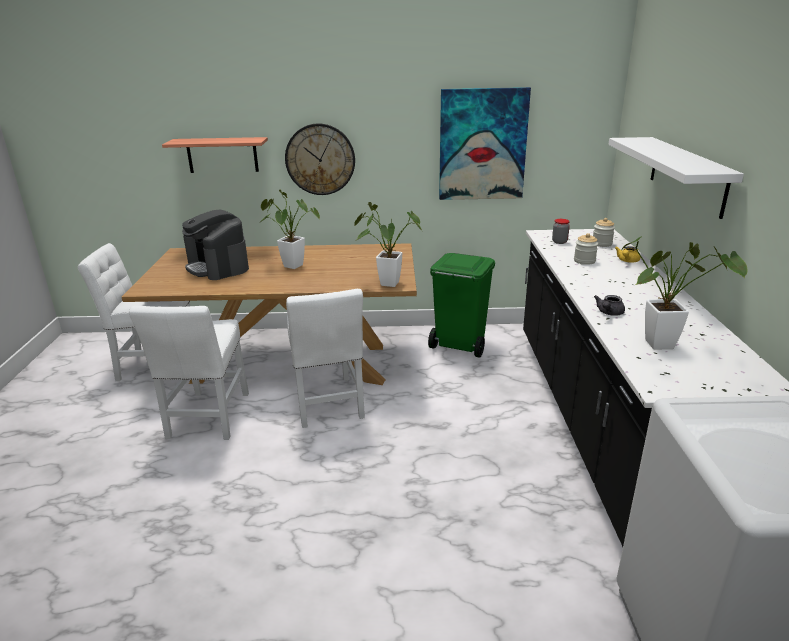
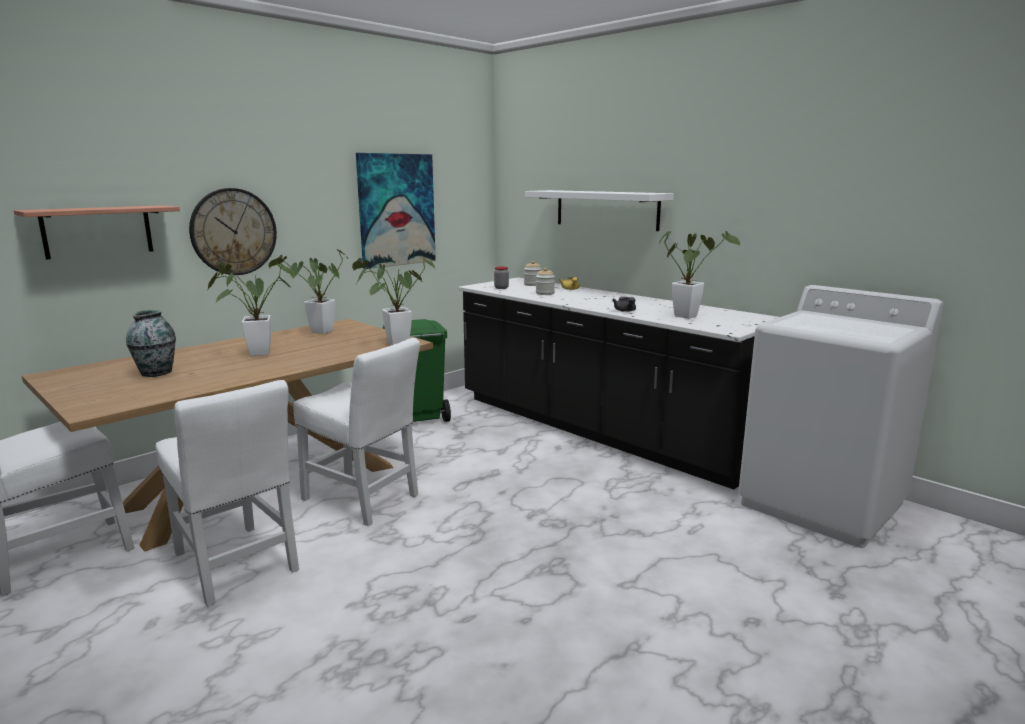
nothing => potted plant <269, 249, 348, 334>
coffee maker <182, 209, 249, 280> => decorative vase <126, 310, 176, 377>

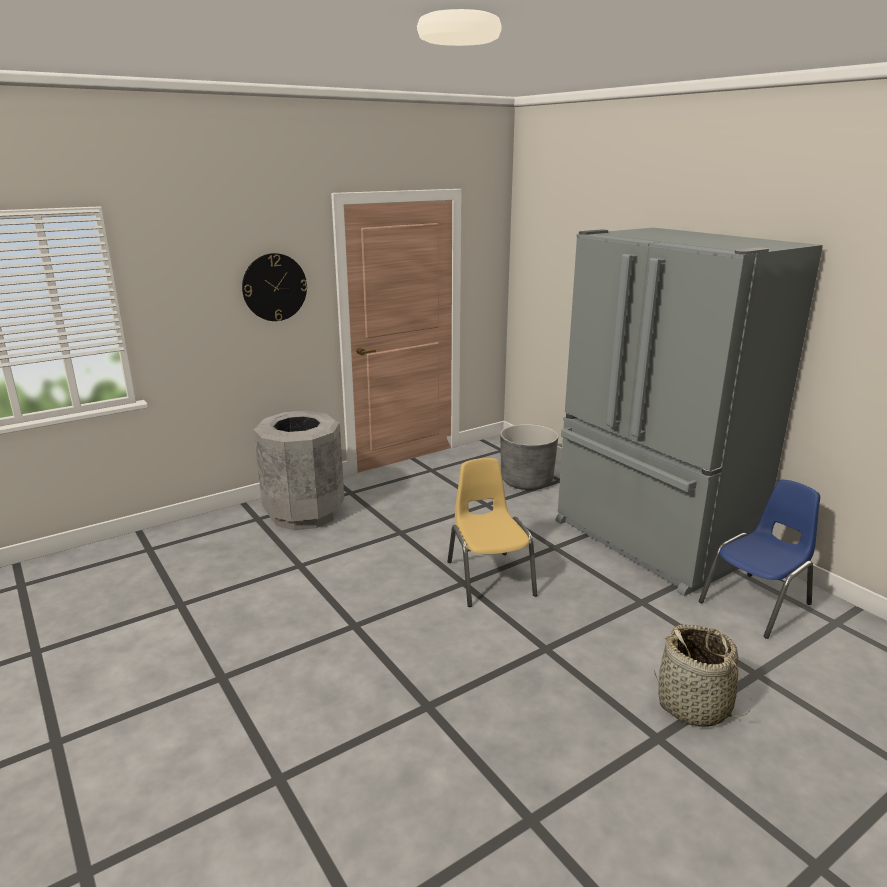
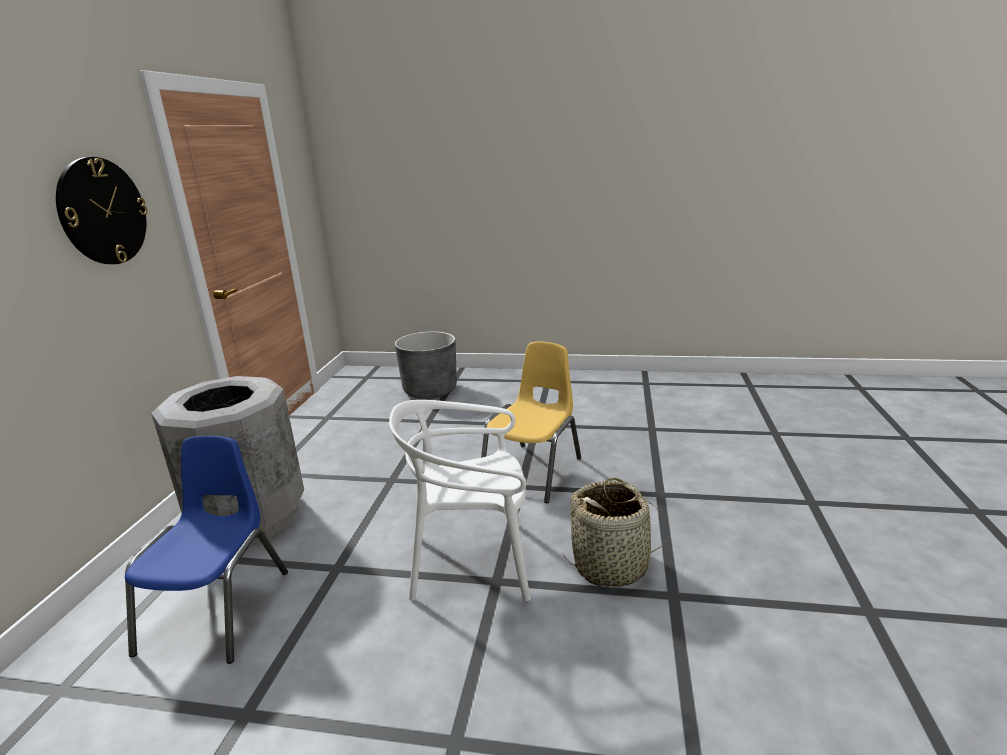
kitchen fridge/greyish <556, 228, 823, 596> => nothing
nothing => plain chair/whitish <389, 400, 531, 601>
basket <654, 624, 750, 727> => basket <562, 478, 669, 587>, relocated
plain chair/bluish <699, 480, 820, 639> => plain chair/bluish <125, 436, 288, 664>, relocated
plain chair/yellow-coloured <448, 458, 537, 607> => plain chair/yellow-coloured <481, 342, 581, 503>, 90 degrees clockwise

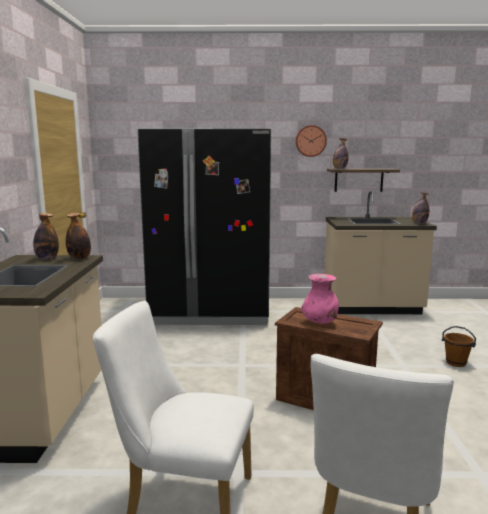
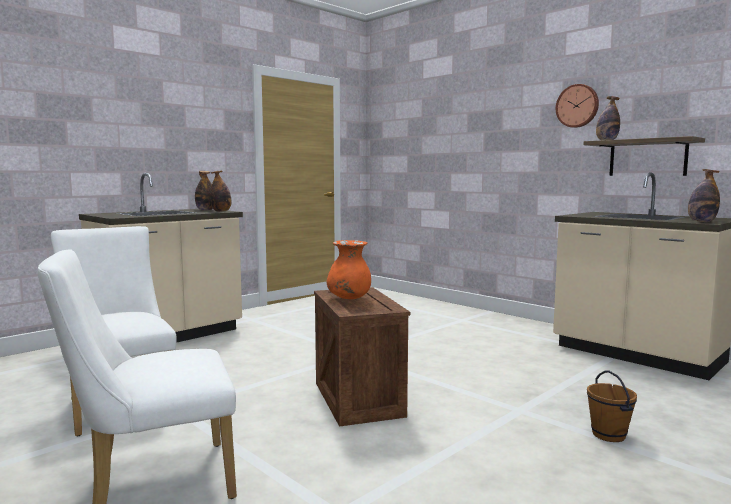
kitchen fridge/blackish <138, 129, 271, 325> => nothing
decorative vase/pinkish <301, 274, 339, 324> => decorative vase/orange <327, 240, 371, 299>

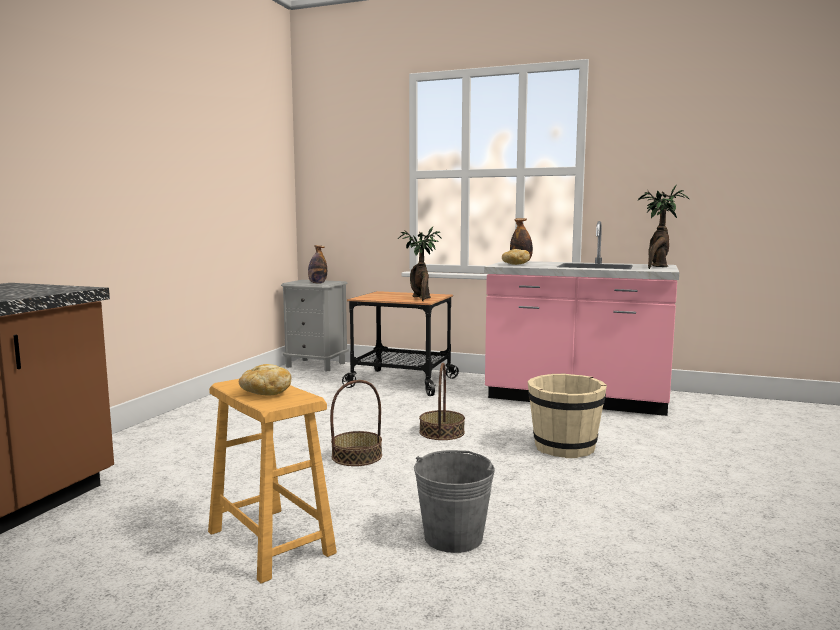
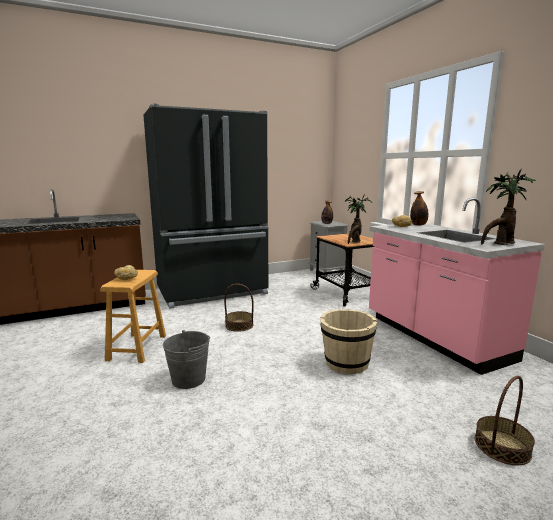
nothing => kitchen fridge/blackish <143, 104, 269, 309>
basket <419, 363, 465, 440> => basket <475, 376, 535, 466>, relocated

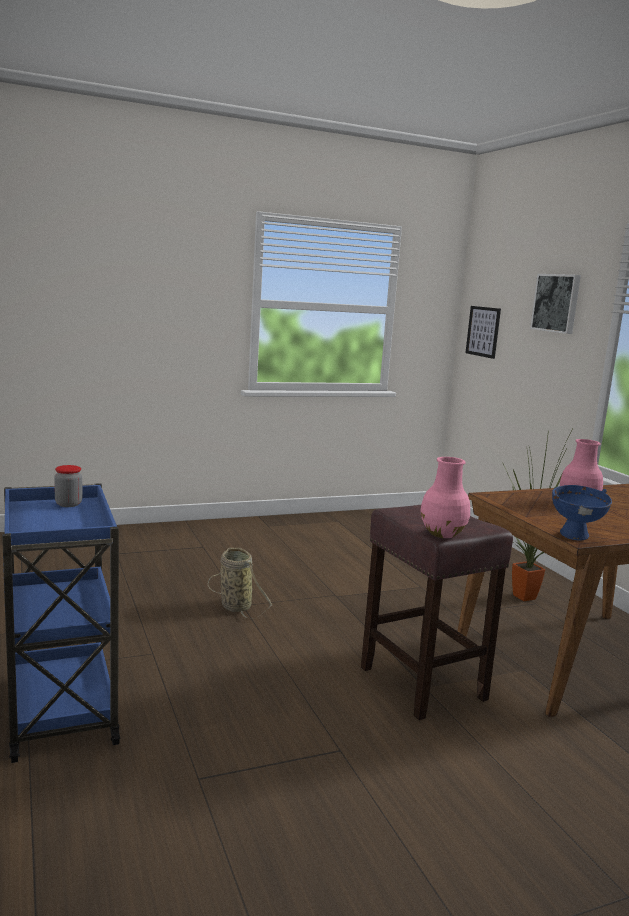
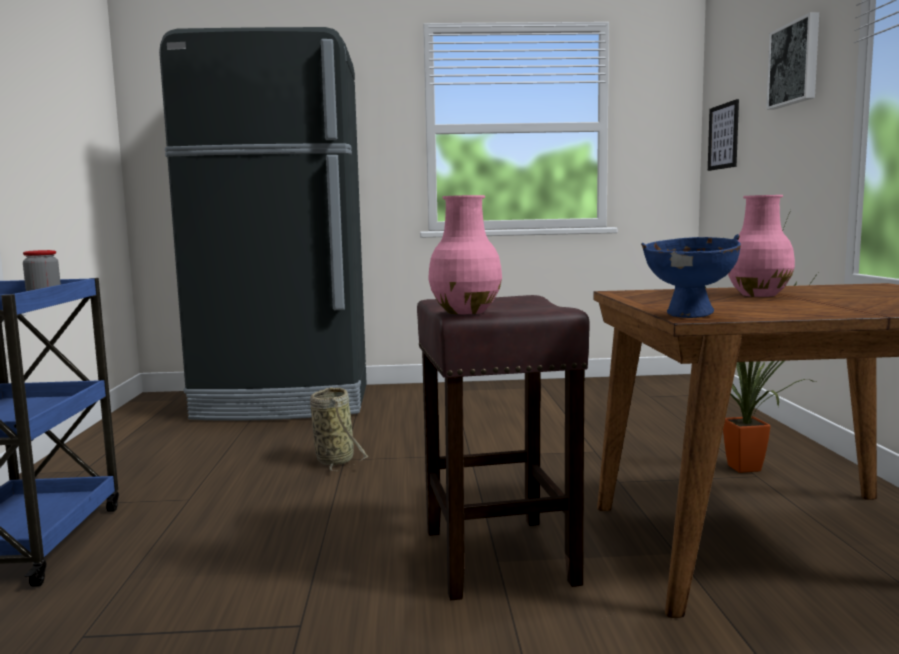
nothing => kitchen fridge/blackish <159, 27, 367, 420>

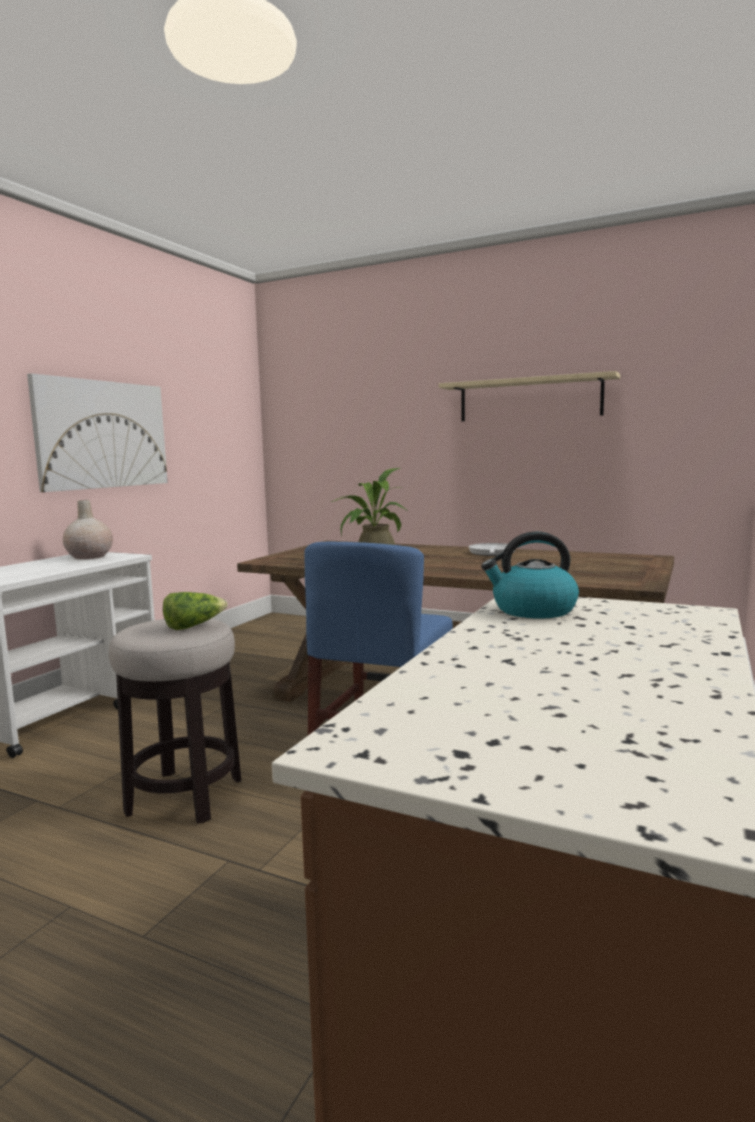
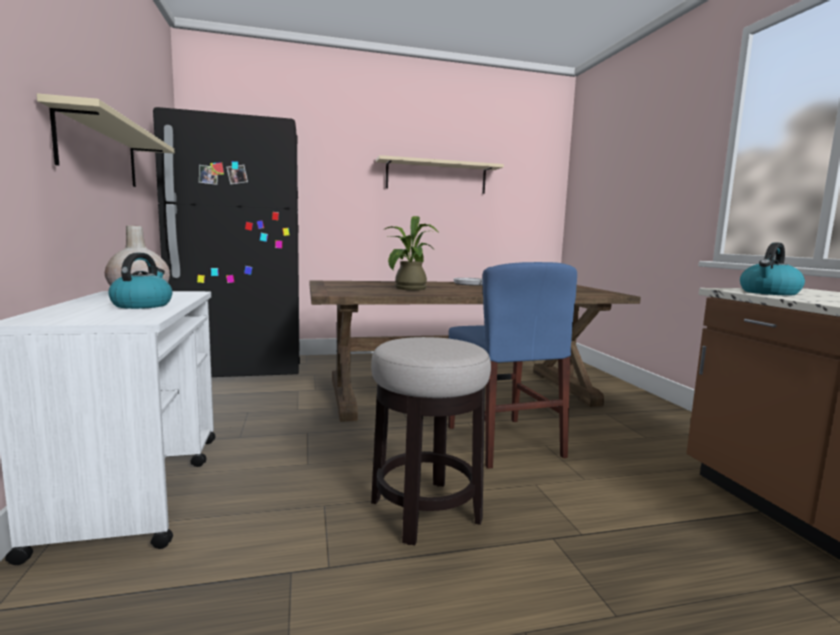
head of lettuce <163, 592, 227, 630> => nothing
nothing => tea kettle <108, 252, 172, 309>
nothing => kitchen fridge/blackish <153, 107, 300, 377>
wall picture <27, 373, 168, 492> => wall shelf/beige <36, 93, 174, 187>

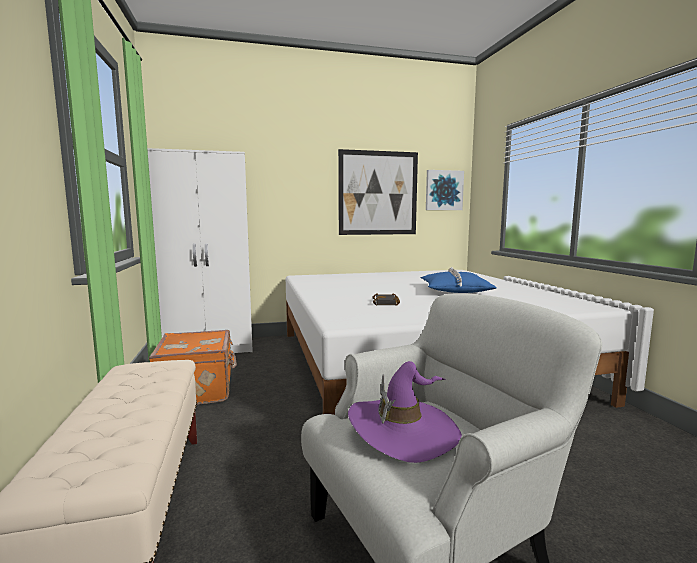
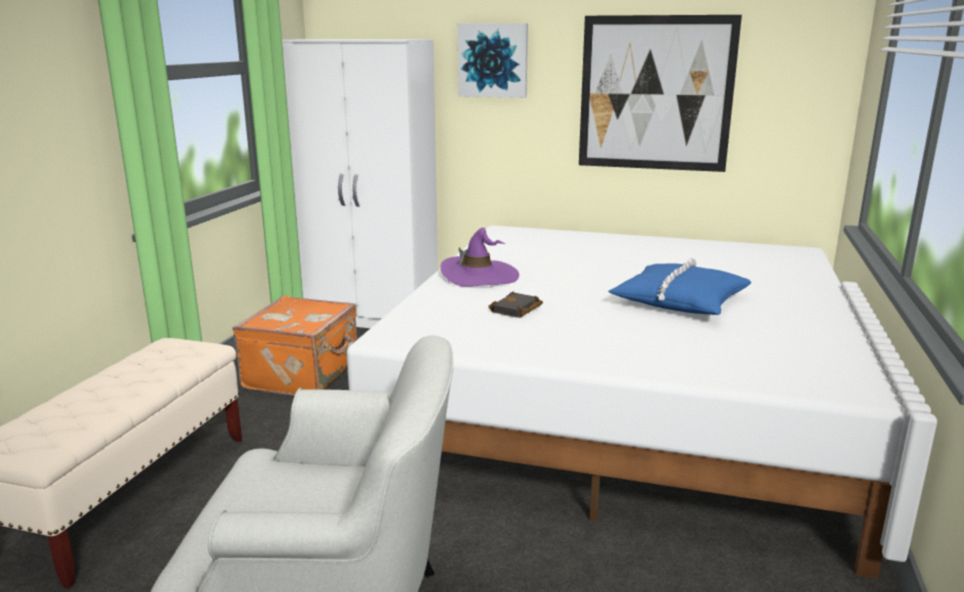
clothing hat/purple <348, 361, 462, 463> => clothing hat/purple <441, 228, 519, 287>, relocated
wall picture <426, 170, 464, 210> => wall picture <458, 23, 528, 98>, relocated

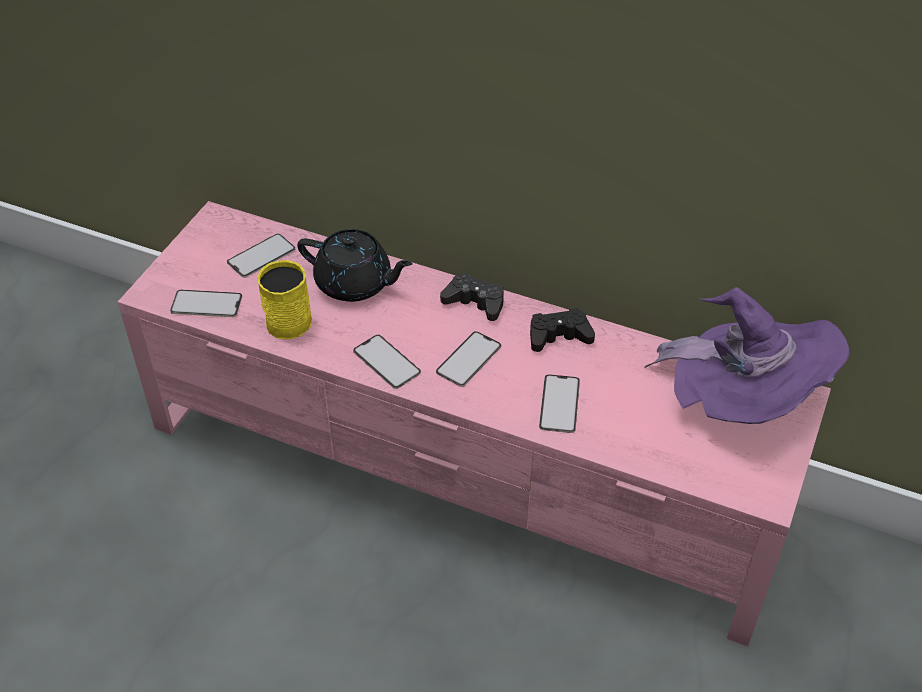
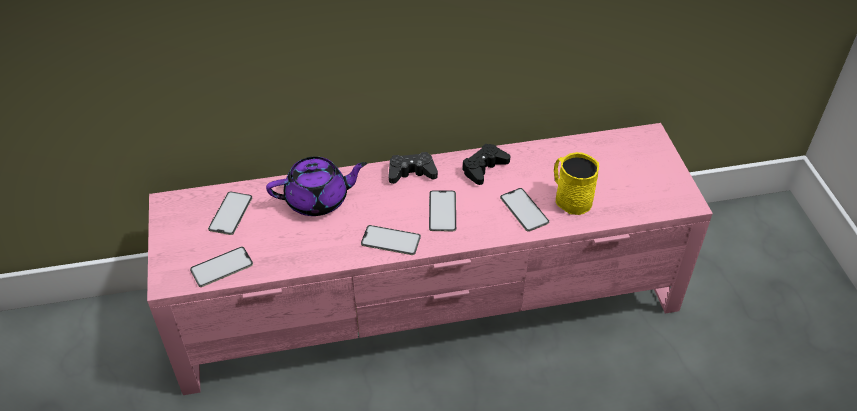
clothing hat/purple <645, 287, 850, 424> => nothing
coffee mug/yellow-coloured <257, 260, 312, 339> => coffee mug/yellow-coloured <554, 152, 599, 215>, relocated
tea pot/blackish <297, 229, 413, 302> => tea pot/purple <266, 157, 367, 216>

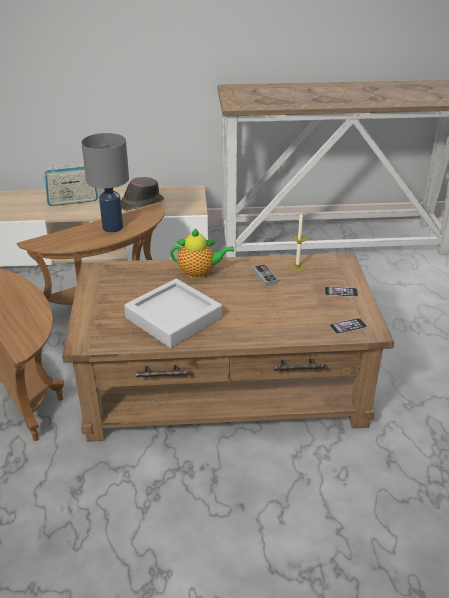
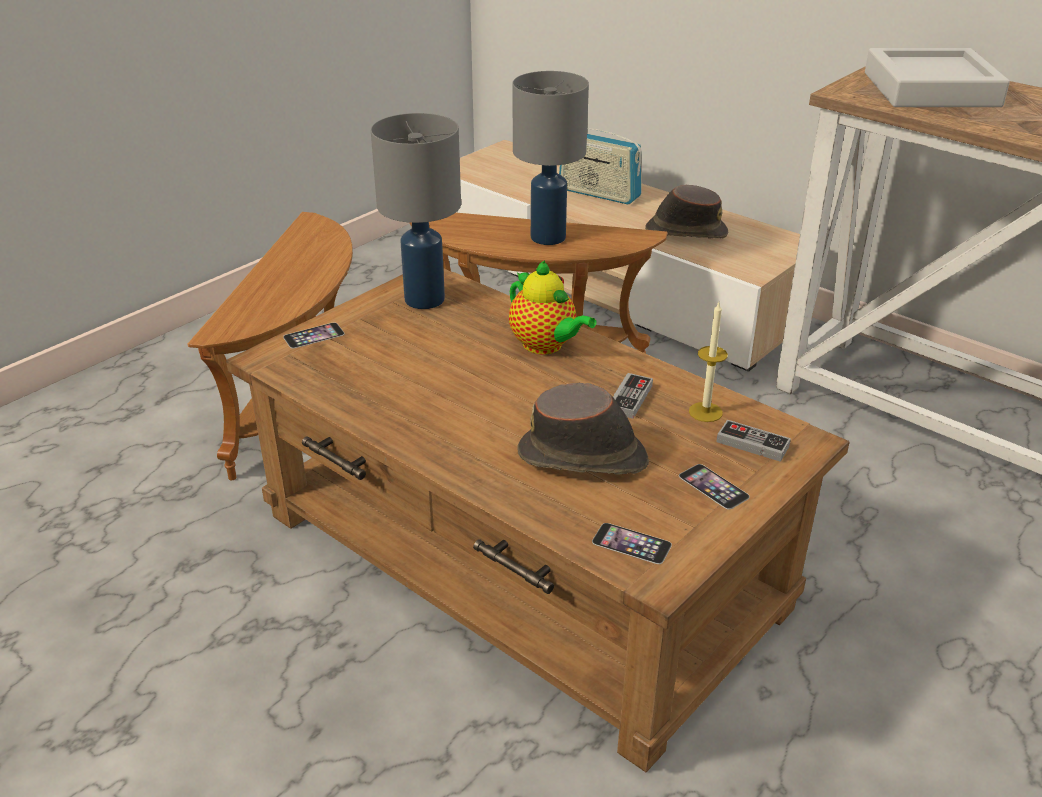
nothing => telephone <283, 322, 345, 348>
nothing => table lamp/greyish <371, 113, 461, 309>
nothing => clothing hat/brown <518, 383, 649, 475>
nothing => game controller <716, 420, 791, 462>
serving tray/greyish <124, 279, 222, 348> => serving tray/greyish <865, 48, 1010, 107>, relocated

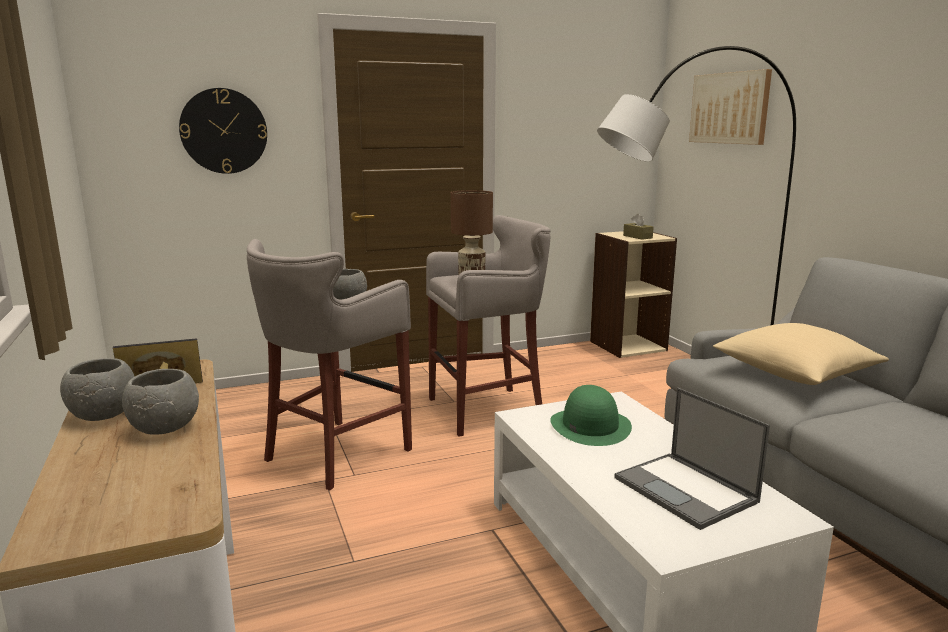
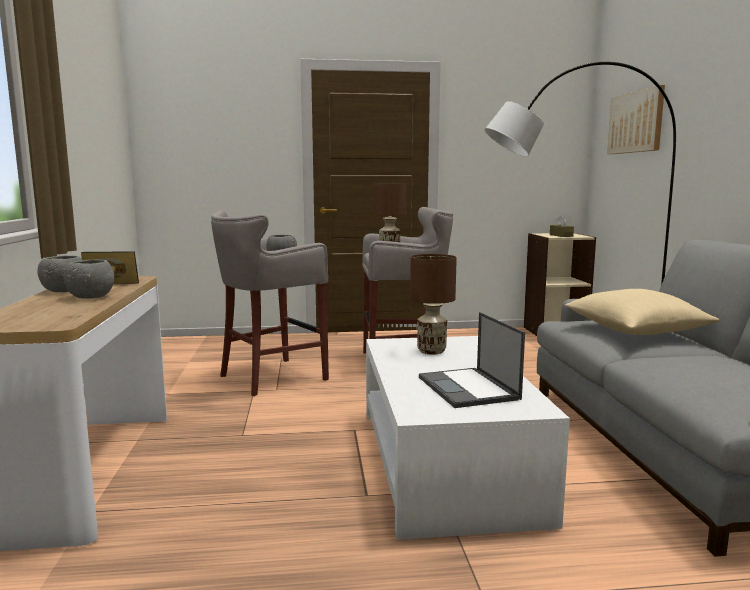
hanging clock <179, 88, 267, 174> => nothing
clothing hat/green <550, 385, 632, 446> => table lamp/brown <410, 254, 457, 355>

